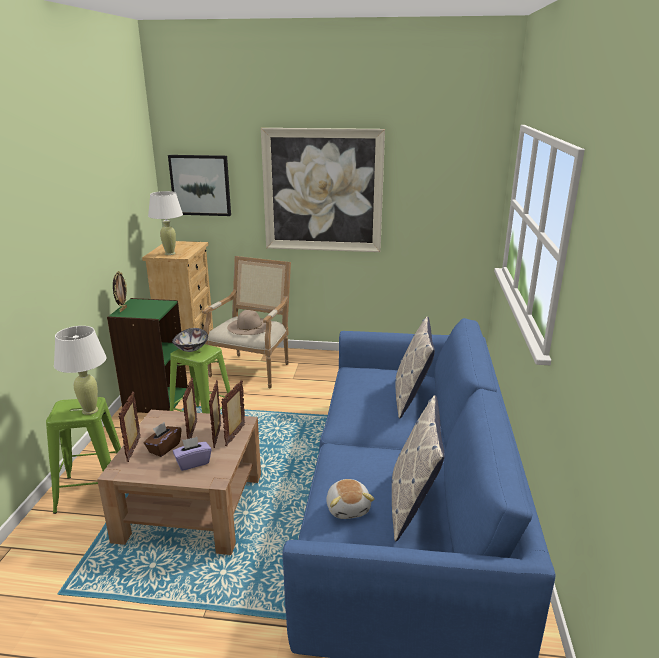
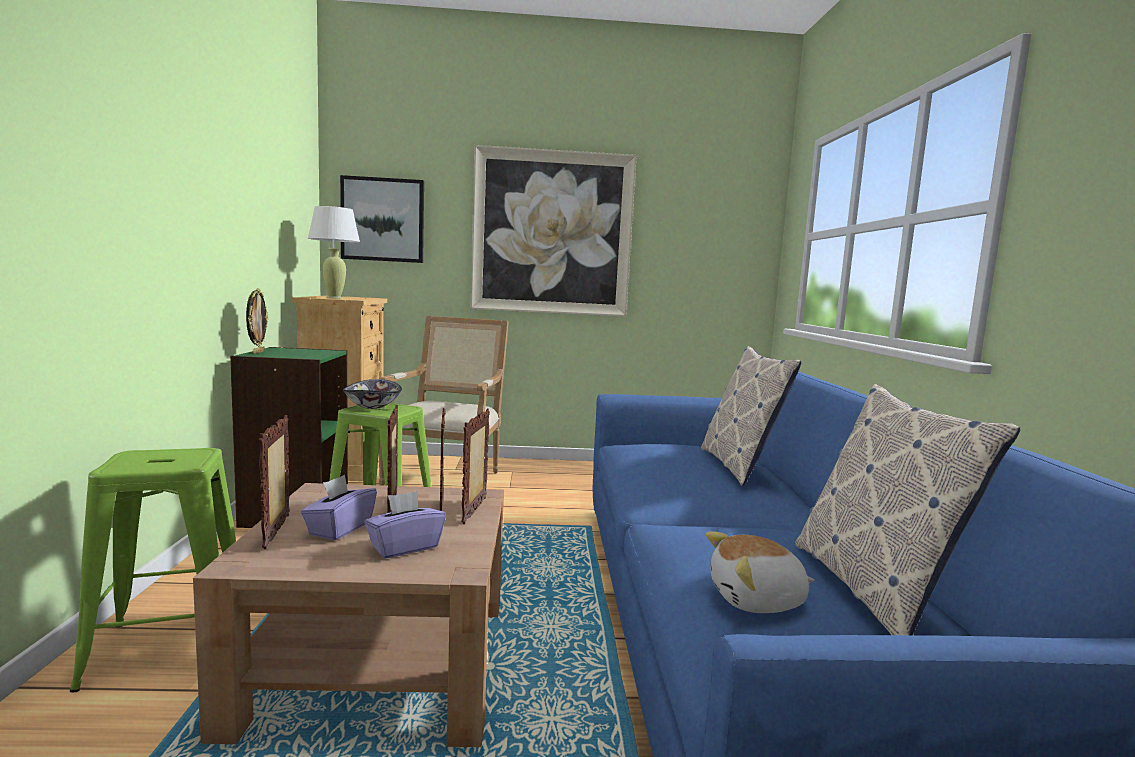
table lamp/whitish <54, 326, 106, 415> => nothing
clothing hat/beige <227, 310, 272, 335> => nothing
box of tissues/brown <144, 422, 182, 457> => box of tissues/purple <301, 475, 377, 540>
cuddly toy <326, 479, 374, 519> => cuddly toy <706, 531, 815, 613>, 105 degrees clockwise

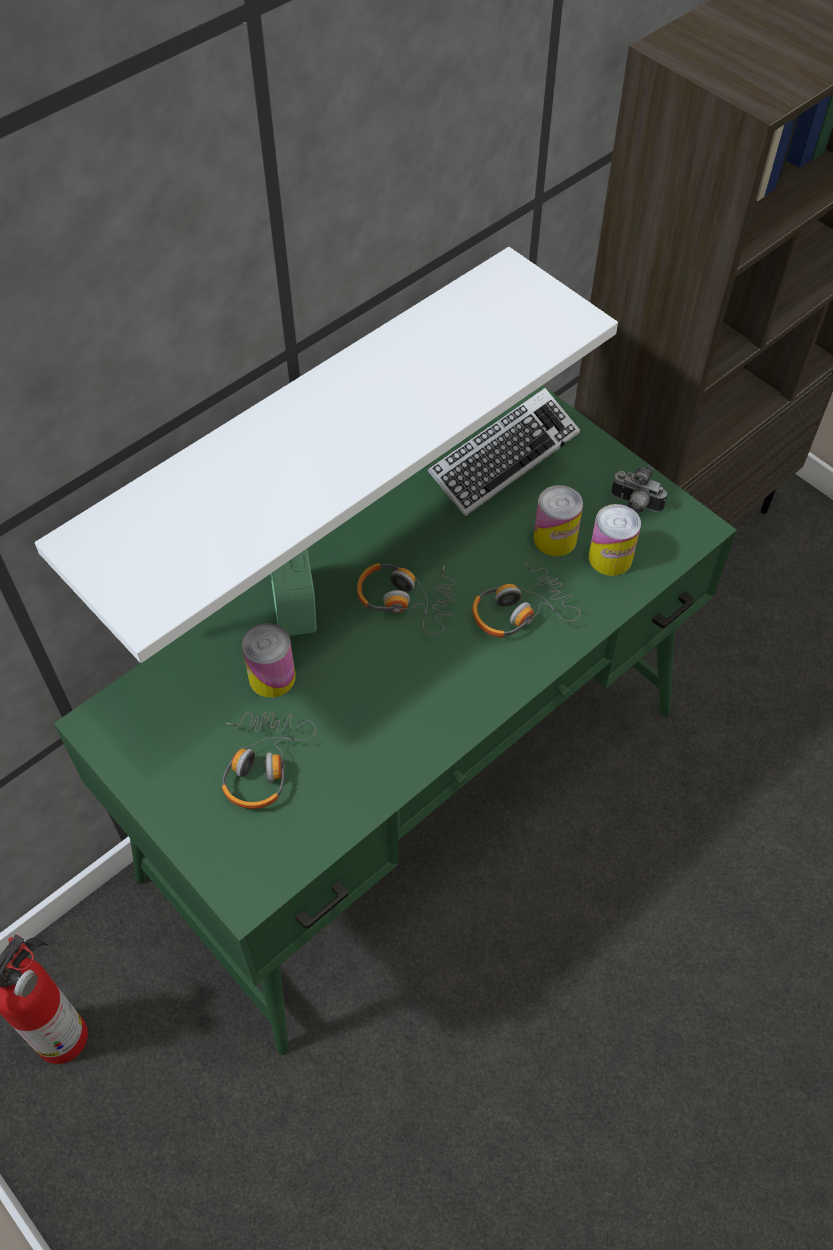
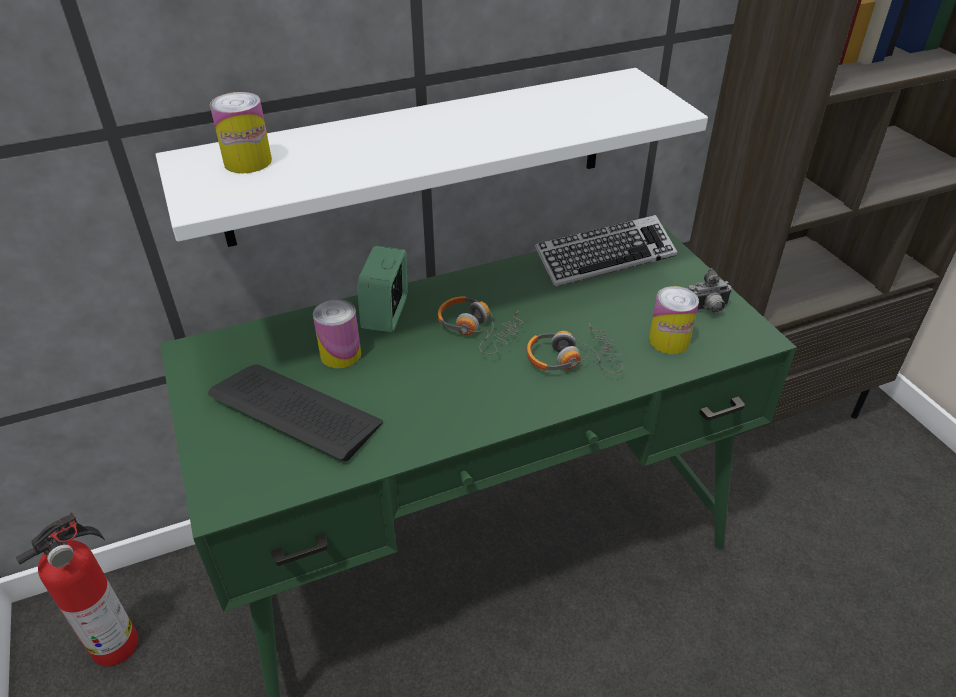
metal can <534, 485, 583, 556> => metal can <210, 92, 272, 173>, relocated
pair of headphones <222, 712, 316, 809> => keyboard <208, 364, 383, 461>
still camera <611, 466, 667, 514> => still camera <687, 268, 732, 313>, 60 degrees counterclockwise

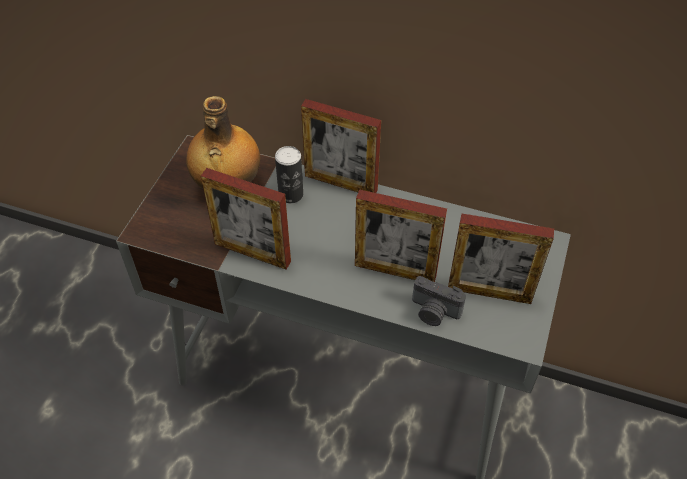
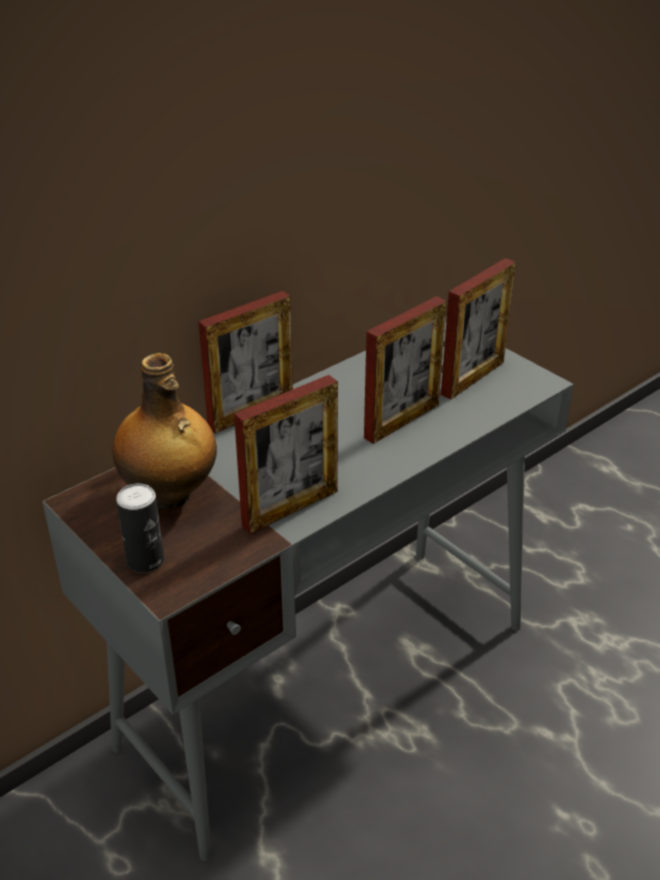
still camera <412, 276, 466, 326> => nothing
metal can <275, 146, 303, 203> => metal can <116, 483, 164, 573>, relocated

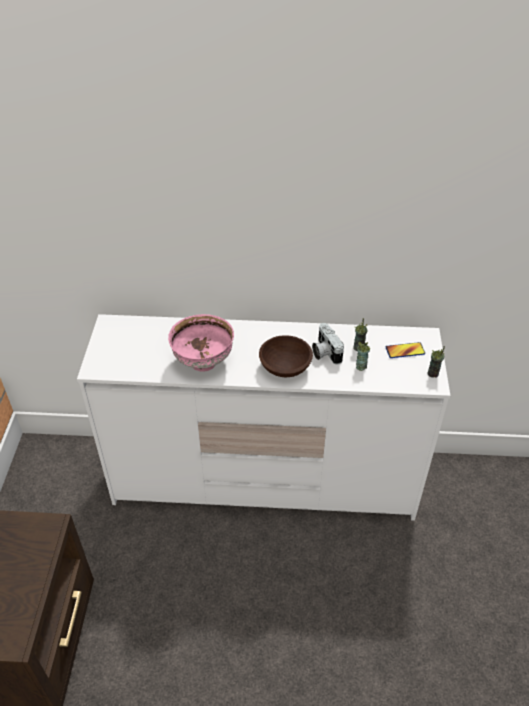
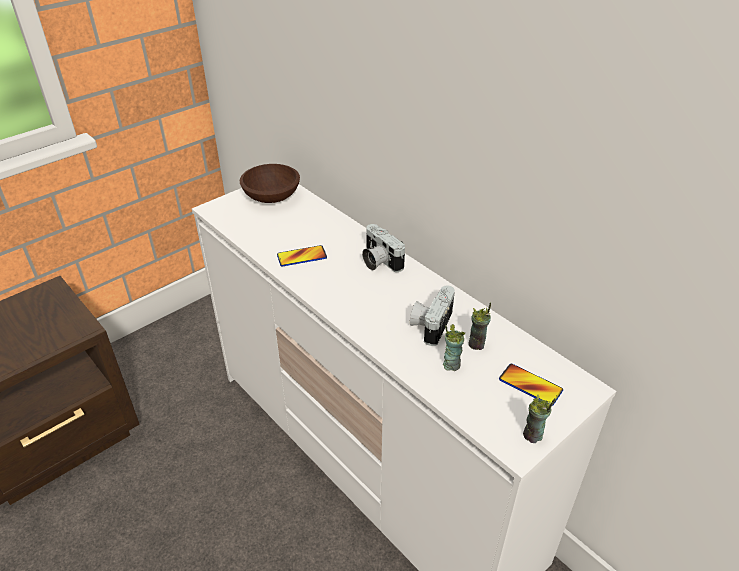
nothing => still camera <362, 224, 405, 272>
bowl/brown <259, 335, 313, 377> => bowl/brown <240, 164, 300, 203>, relocated
bowl/pinkish <168, 314, 234, 372> => telephone <277, 245, 327, 267>

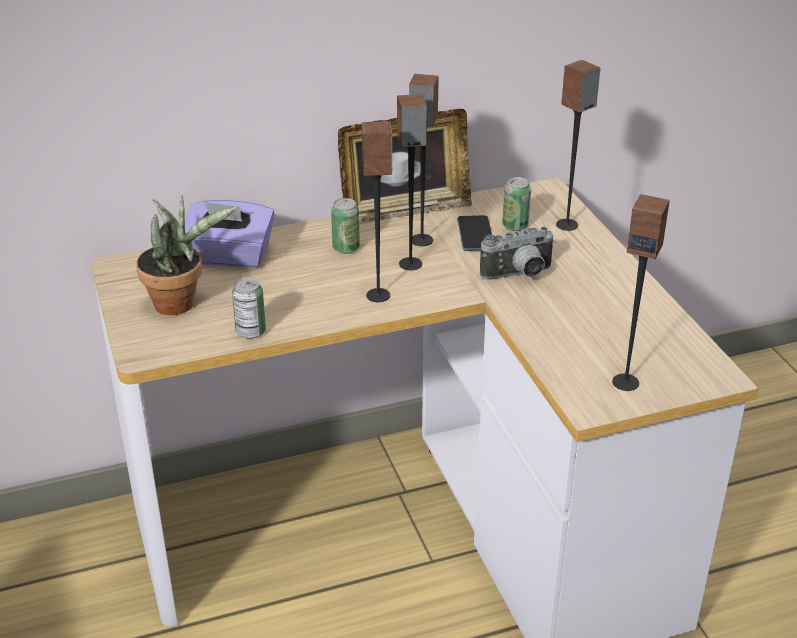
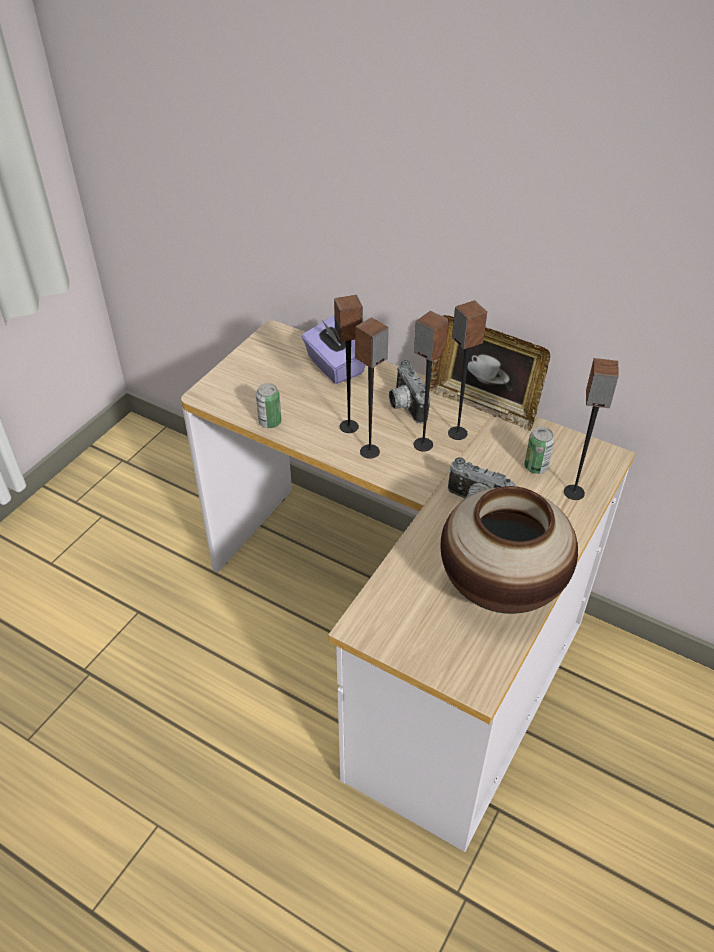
potted plant <136, 195, 237, 315> => nothing
telephone <457, 215, 492, 251> => nothing
nothing => decorative vase <440, 486, 578, 614>
audio speaker <612, 194, 670, 391> => audio speaker <334, 295, 363, 433>, relocated
metal can <331, 198, 360, 254> => still camera <389, 360, 430, 424>

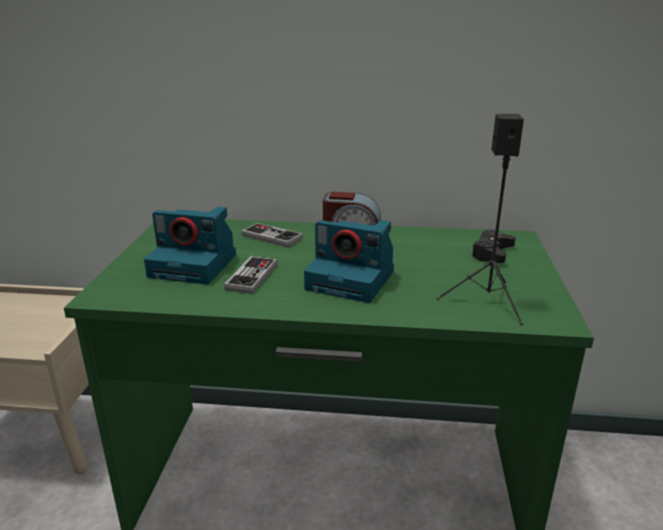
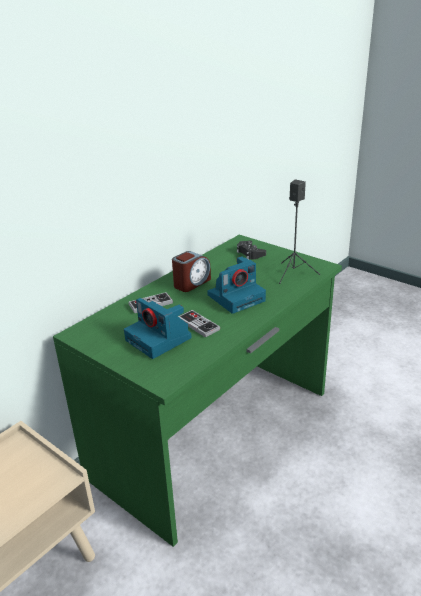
still camera <144, 207, 236, 284> => still camera <124, 298, 192, 359>, 90 degrees clockwise

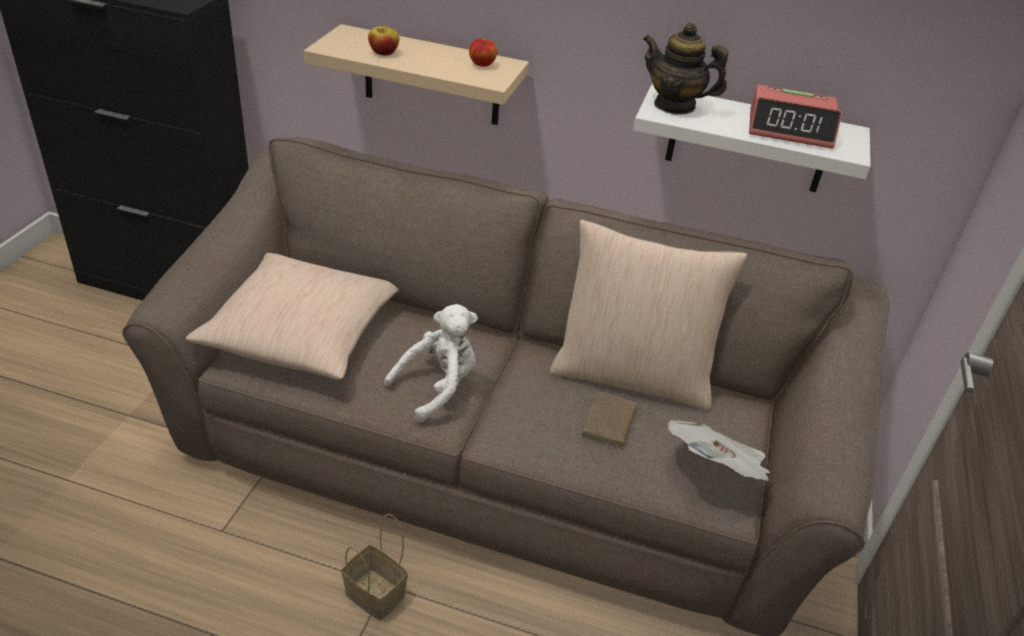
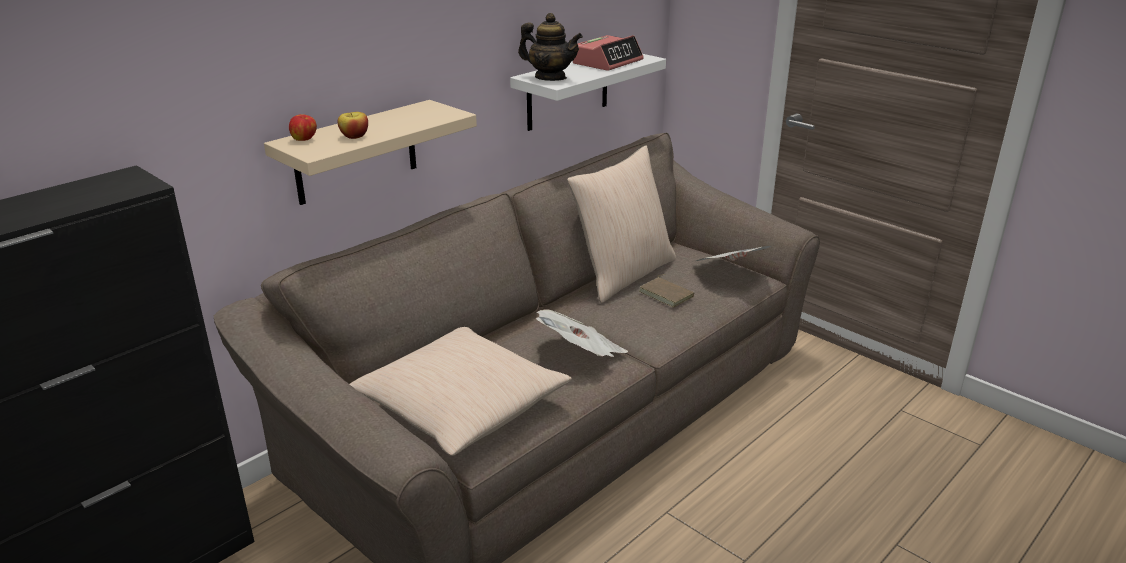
basket <342, 514, 408, 620> => nothing
whole apple <469, 39, 497, 67> => whole apple <289, 114, 317, 141>, relocated
cuddly toy/whitish <384, 304, 478, 422> => printed paper <536, 309, 628, 357>
tea pot <643, 23, 729, 115> => tea pot <518, 13, 583, 81>, 120 degrees counterclockwise

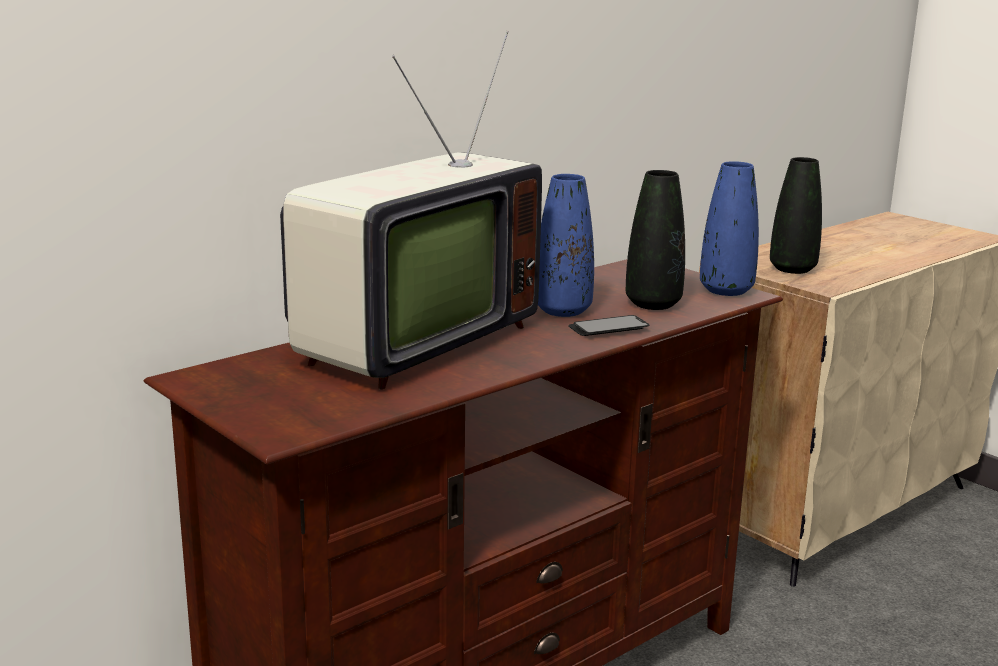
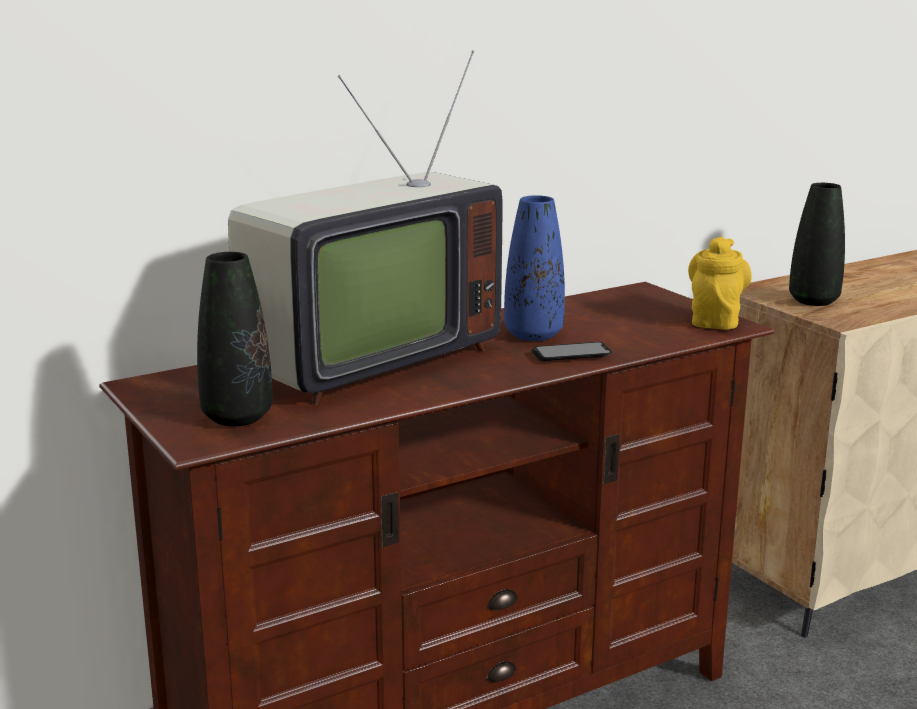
decorative vase/blackish <626, 170, 685, 310> => decorative vase/blackish <197, 252, 273, 426>, relocated
decorative vase/bluish <700, 161, 759, 296> => tea pot/yellow-coloured <688, 236, 752, 330>

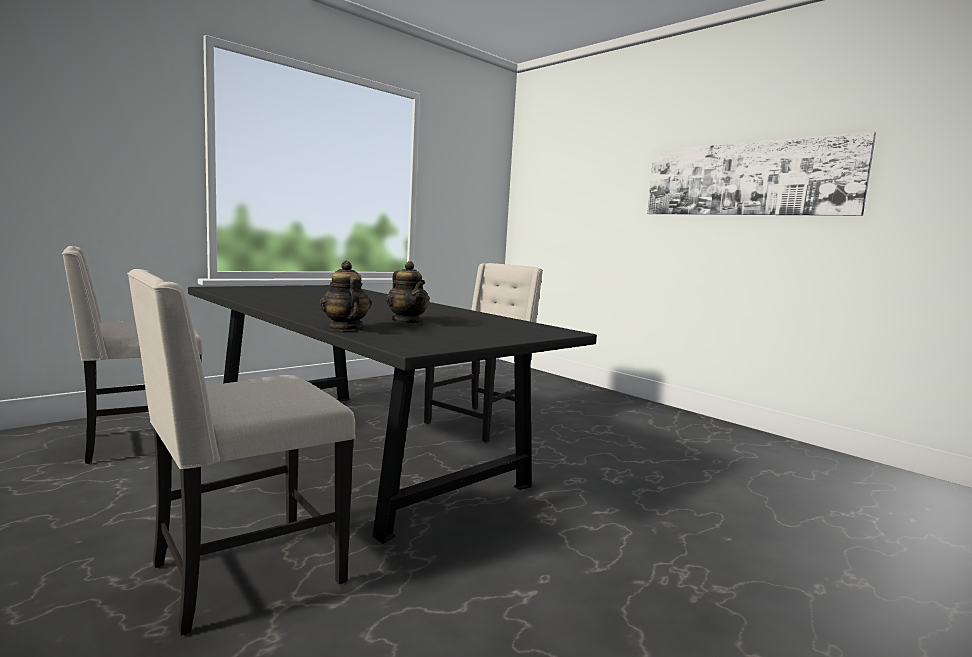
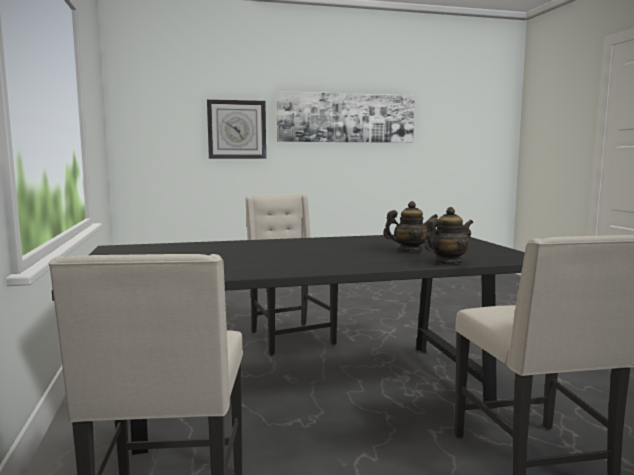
nothing => hanging clock <207, 99, 266, 159>
tea pot <320, 261, 371, 331> => tea pot <424, 207, 473, 264>, 150 degrees clockwise

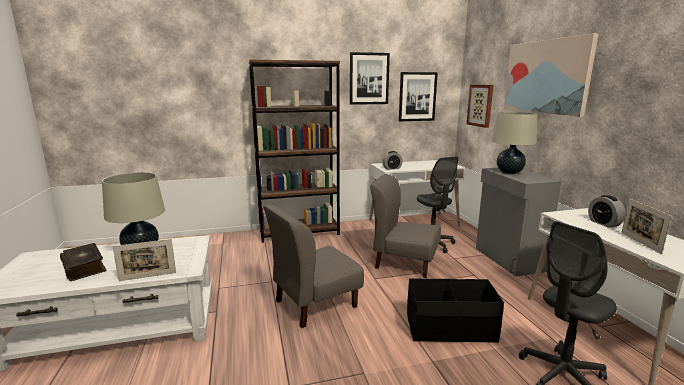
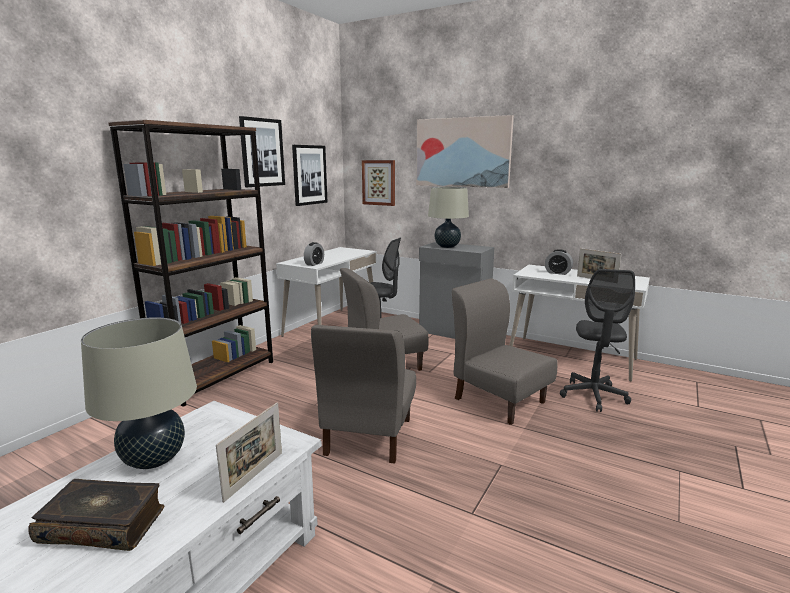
storage container/blackish <407, 278, 504, 343> => plain chair/greyish <452, 278, 558, 425>

